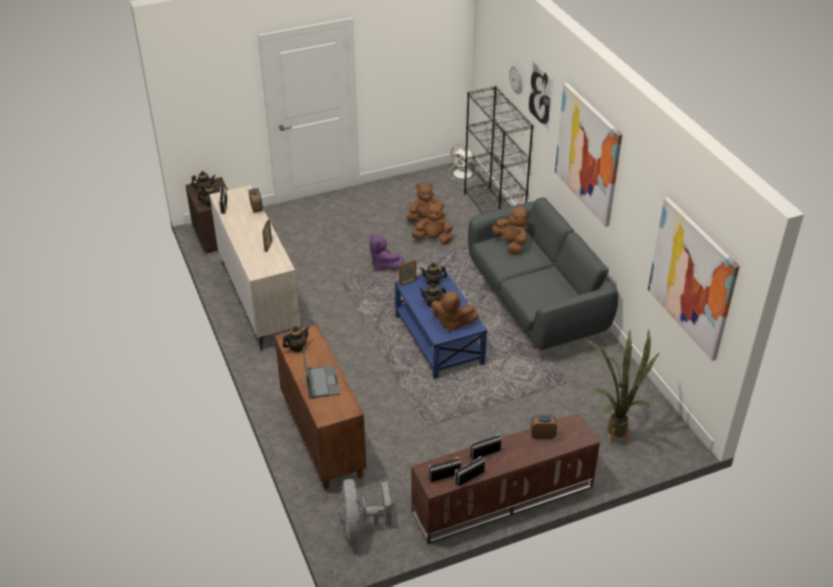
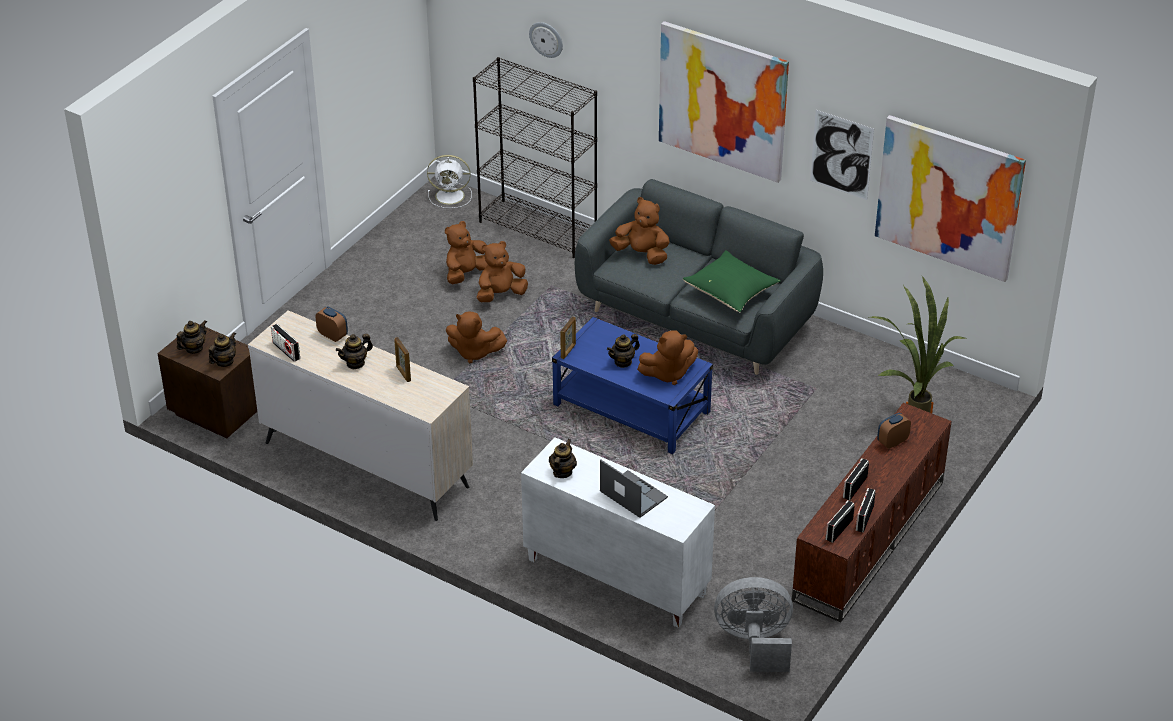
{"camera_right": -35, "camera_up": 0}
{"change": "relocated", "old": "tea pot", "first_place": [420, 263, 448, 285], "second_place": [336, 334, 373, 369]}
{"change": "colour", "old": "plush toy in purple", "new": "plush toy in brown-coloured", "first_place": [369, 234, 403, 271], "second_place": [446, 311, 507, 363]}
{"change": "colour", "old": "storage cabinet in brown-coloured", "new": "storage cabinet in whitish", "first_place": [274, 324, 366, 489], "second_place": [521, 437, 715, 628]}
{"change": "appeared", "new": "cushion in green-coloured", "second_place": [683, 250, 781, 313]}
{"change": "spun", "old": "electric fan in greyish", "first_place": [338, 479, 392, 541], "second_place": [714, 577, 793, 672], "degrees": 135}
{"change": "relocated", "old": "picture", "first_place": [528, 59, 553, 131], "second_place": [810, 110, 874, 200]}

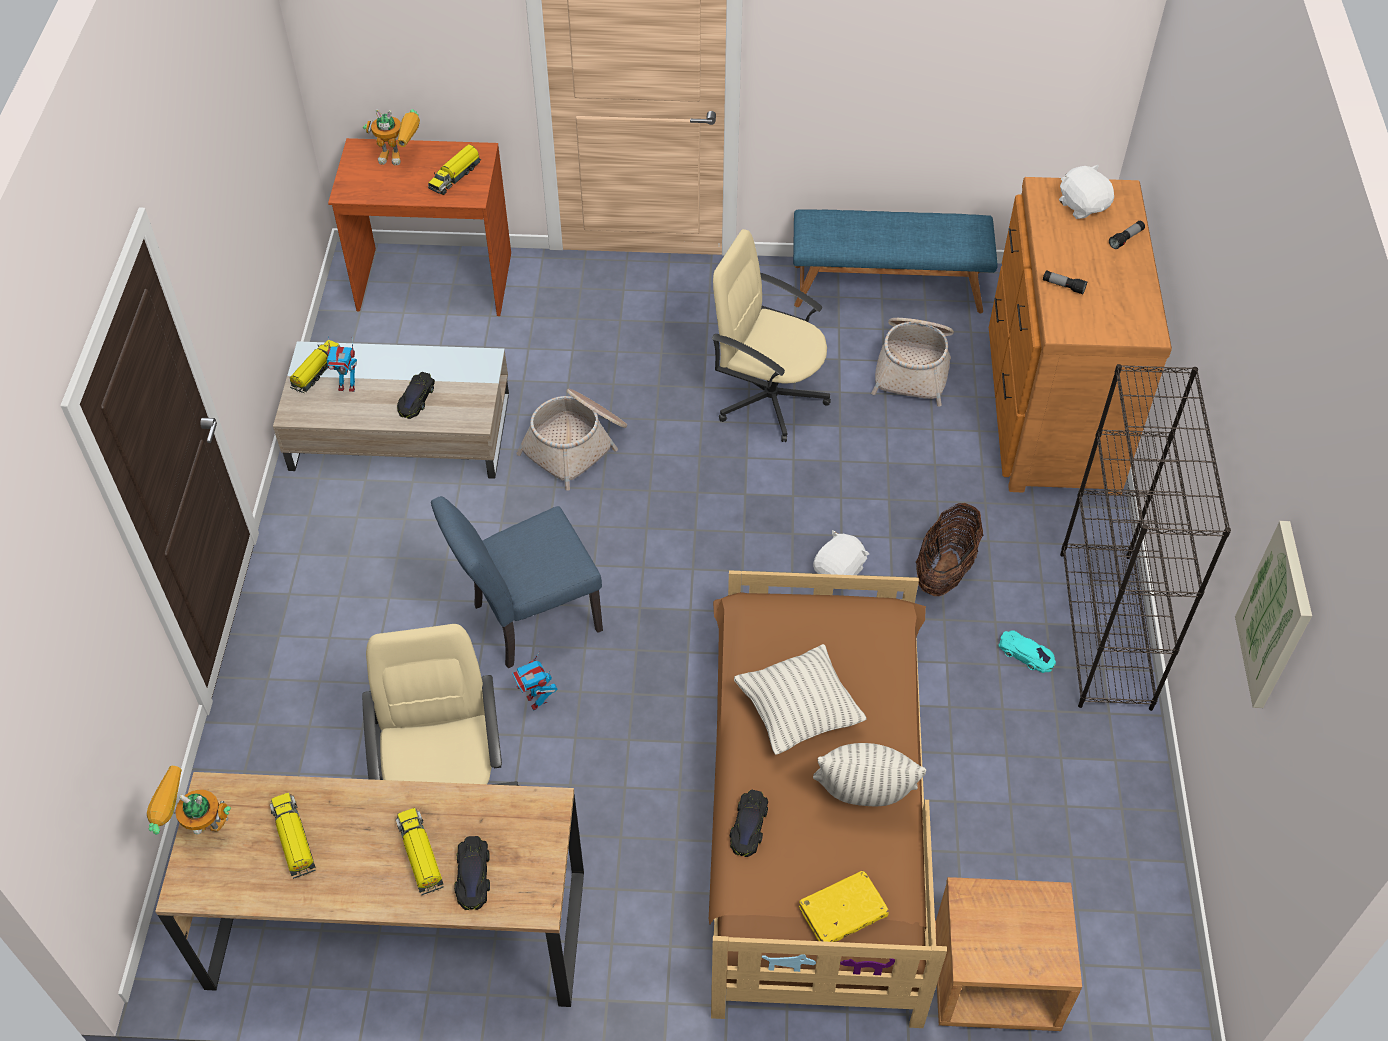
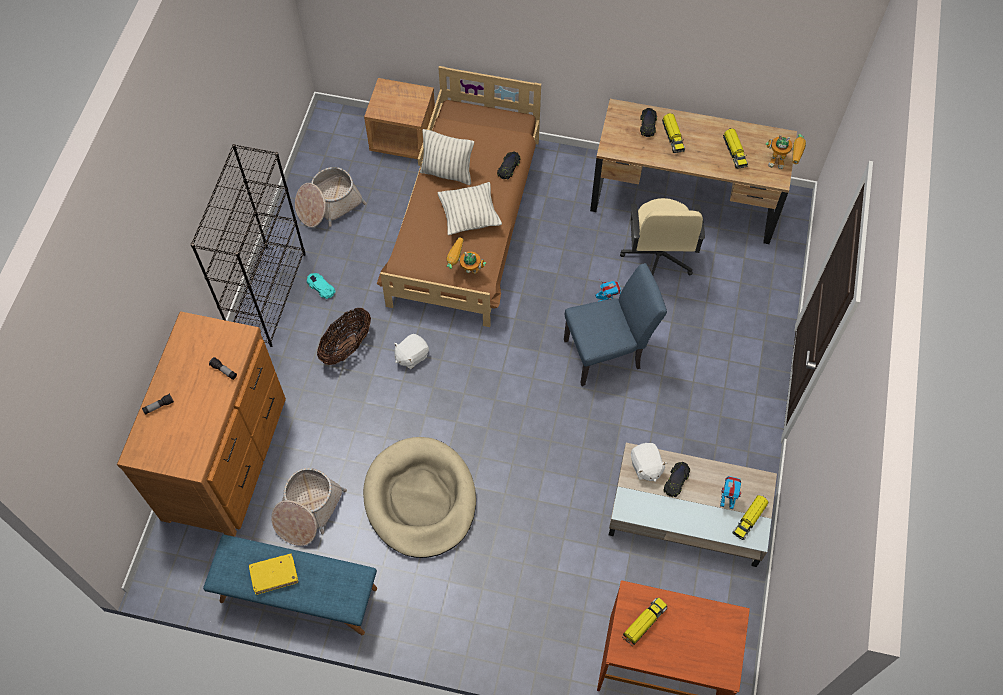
{"camera_right": -170, "camera_up": 10}
{"change": "relocated", "old": "bound book in yellow-coloured", "first_place": [799, 871, 889, 942], "second_place": [249, 553, 298, 595]}
{"change": "relocated", "old": "household basket", "first_place": [517, 389, 627, 491], "second_place": [295, 167, 367, 227]}
{"change": "exchanged", "old": "desk chair in sand-coloured", "new": "dog cushion in sand-coloured", "first_place": [712, 229, 831, 442], "second_place": [363, 437, 476, 558]}
{"change": "relocated", "old": "robot figure", "first_place": [363, 109, 420, 165], "second_place": [446, 237, 486, 274]}
{"change": "relocated", "old": "plush toy in whitish", "first_place": [1059, 165, 1114, 219], "second_place": [631, 443, 667, 482]}
{"change": "missing", "old": "picture", "first_place": [1235, 521, 1312, 708]}

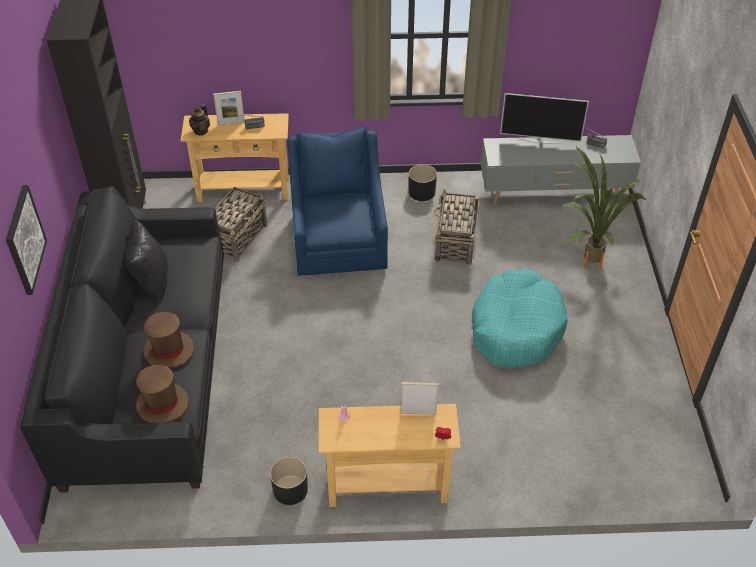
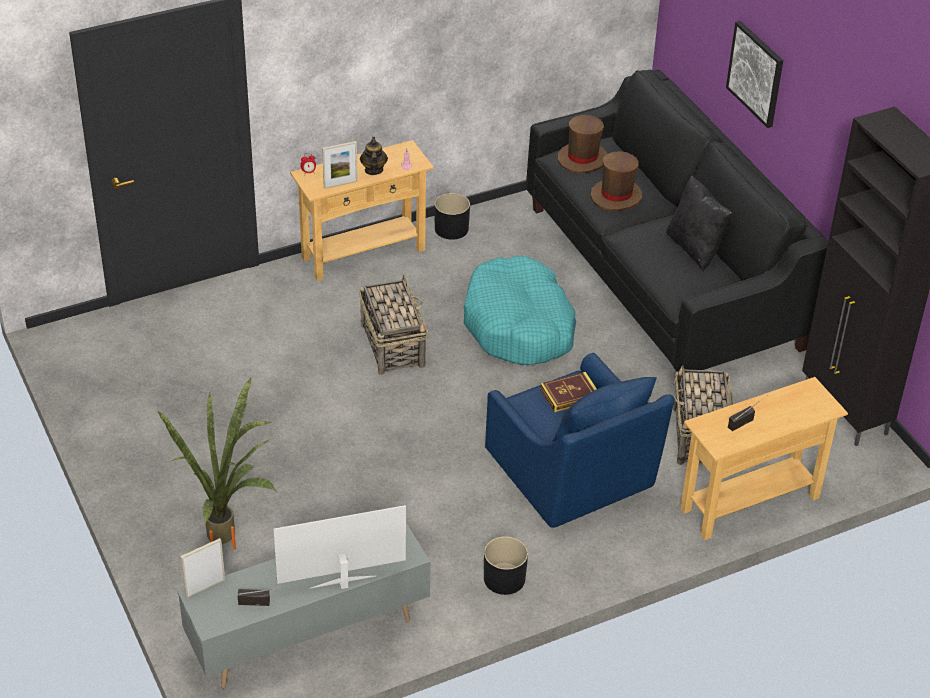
{"camera_right": 155, "camera_up": -5}
{"change": "relocated", "old": "picture frame", "first_place": [213, 91, 245, 125], "second_place": [181, 538, 225, 598]}
{"change": "relocated", "old": "household basket", "first_place": [434, 189, 479, 265], "second_place": [359, 275, 428, 375]}
{"change": "relocated", "old": "tea pot", "first_place": [189, 104, 210, 136], "second_place": [360, 137, 388, 175]}
{"change": "relocated", "old": "dog cushion in turquoise", "first_place": [472, 268, 568, 369], "second_place": [464, 256, 576, 365]}
{"change": "appeared", "new": "bound book", "second_place": [540, 372, 597, 412]}

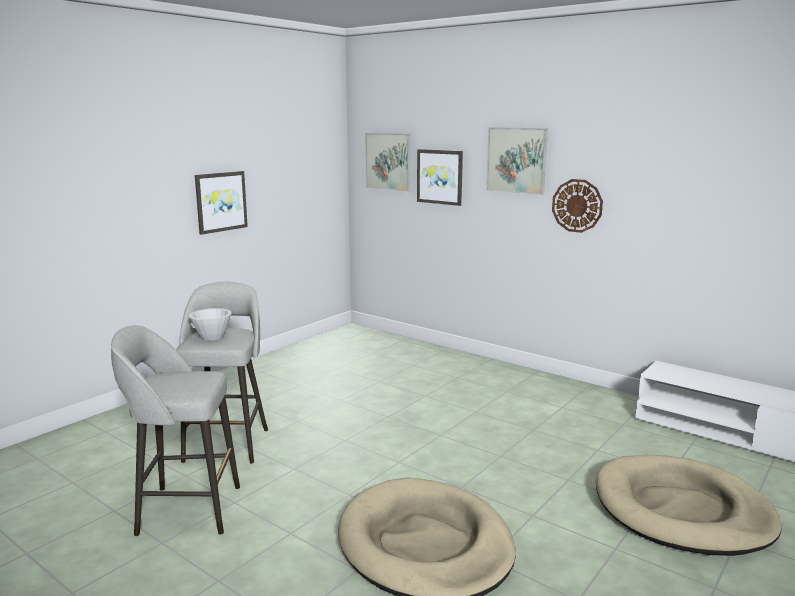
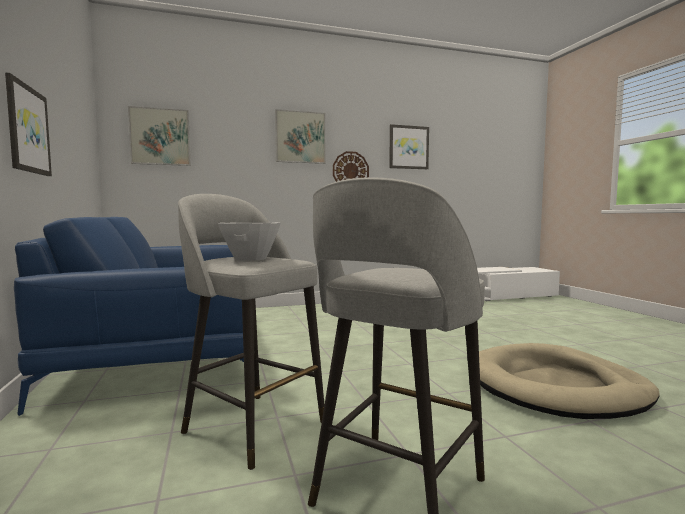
{"camera_right": -55, "camera_up": -10}
{"change": "appeared", "new": "couch in bluish", "second_place": [14, 217, 244, 416]}
{"change": "relocated", "old": "picture", "first_place": [417, 149, 463, 206], "second_place": [389, 124, 429, 169]}
{"change": "missing", "old": "dog cushion in sand-coloured", "first_place": [596, 455, 781, 556]}

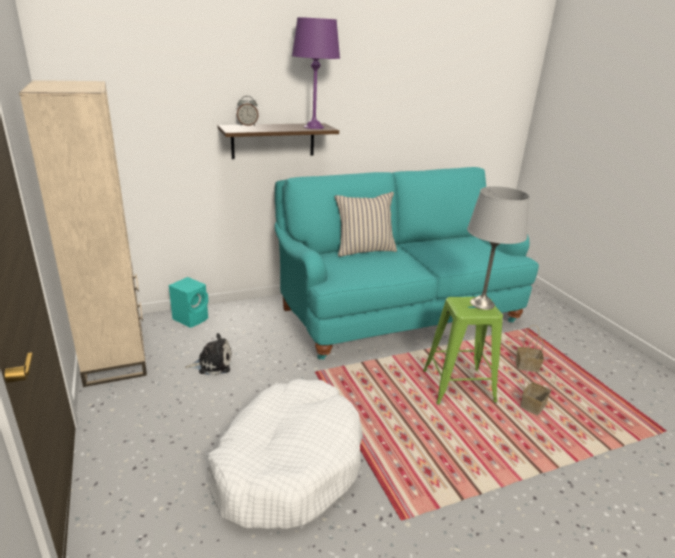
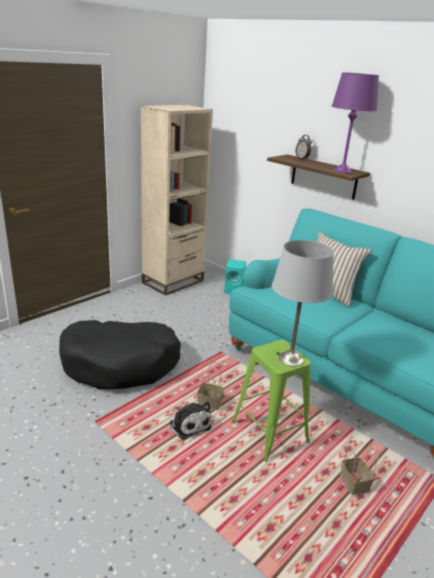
{"camera_right": 65, "camera_up": 0}
{"change": "colour", "old": "dog cushion in whitish", "new": "dog cushion in black-coloured", "first_place": [207, 379, 363, 529], "second_place": [59, 320, 181, 390]}
{"change": "relocated", "old": "plush toy", "first_place": [185, 333, 232, 375], "second_place": [169, 401, 211, 440]}
{"change": "relocated", "old": "household basket", "first_place": [520, 362, 557, 415], "second_place": [197, 362, 224, 410]}

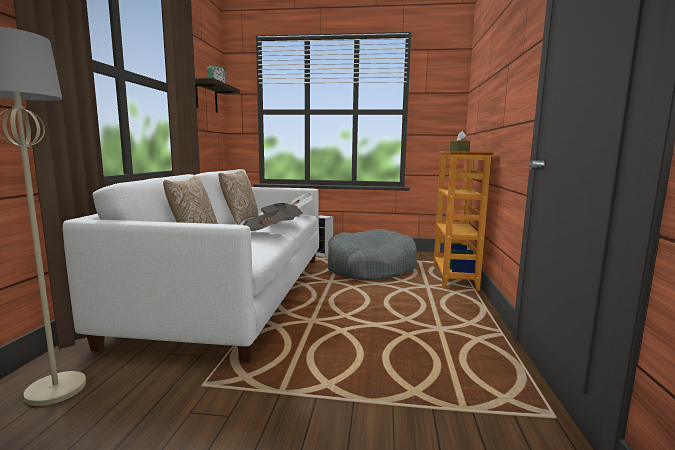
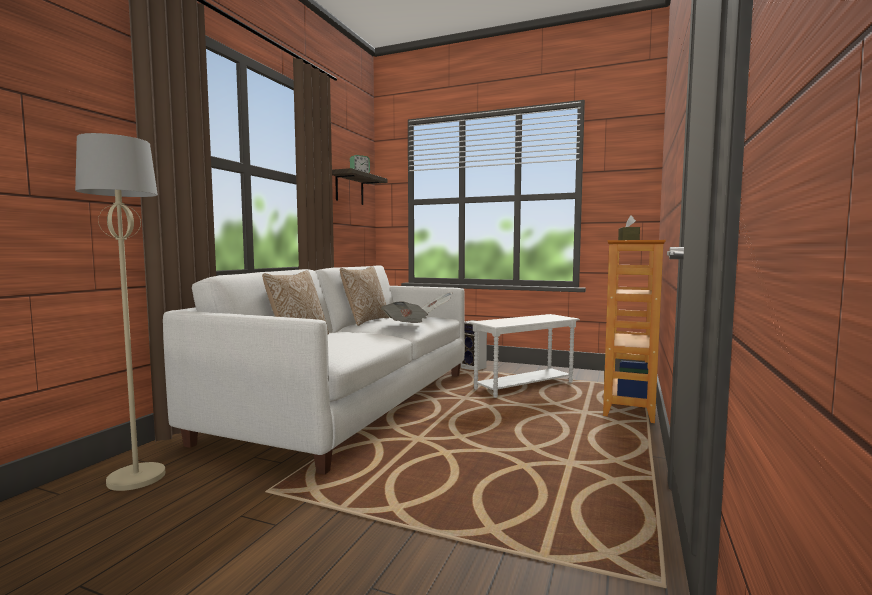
{"camera_right": 15, "camera_up": -5}
{"change": "exchanged", "old": "dog cushion in greyish", "new": "side table in whitish", "first_place": [327, 229, 417, 281], "second_place": [469, 314, 580, 398]}
{"change": "missing", "old": "daily paper", "first_place": [243, 210, 288, 231]}

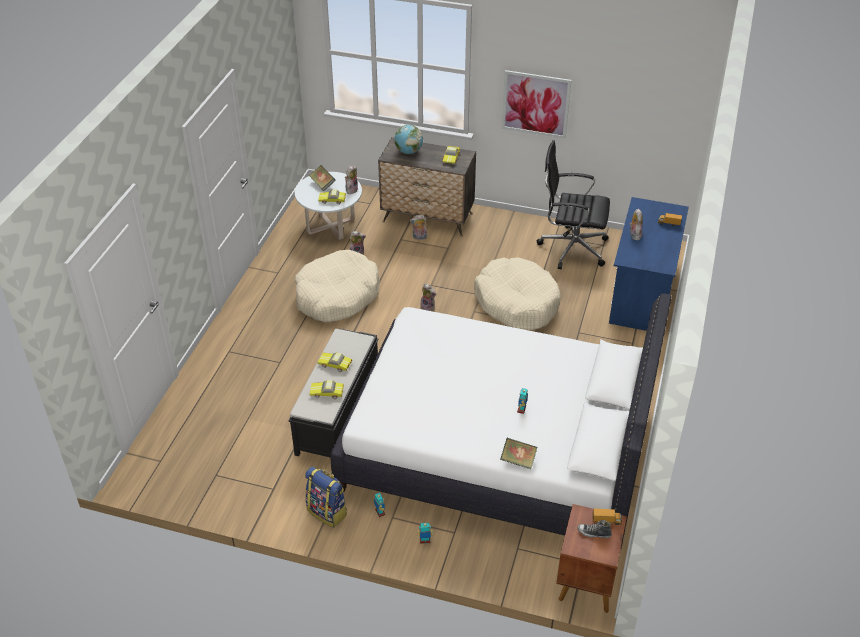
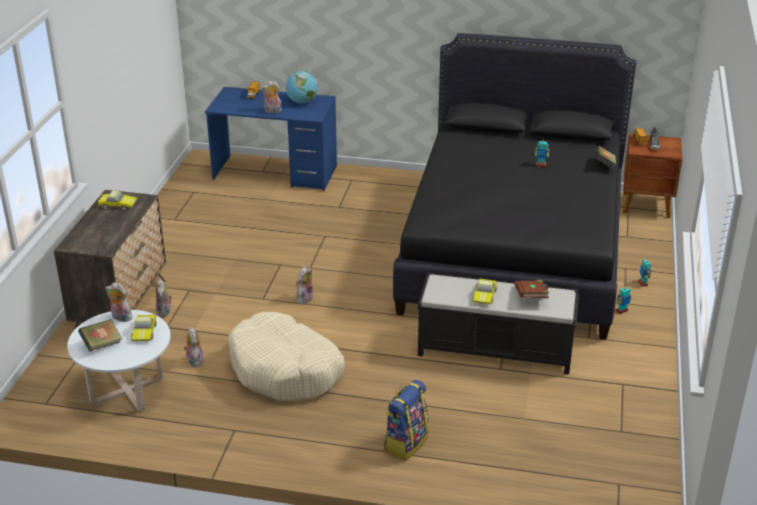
{"camera_right": -95, "camera_up": -10}
{"change": "relocated", "old": "desk globe", "first_place": [394, 125, 423, 154], "second_place": [286, 71, 318, 104]}
{"change": "relocated", "old": "knapsack", "first_place": [305, 467, 347, 528], "second_place": [384, 380, 429, 461]}
{"change": "colour", "old": "bedroom bed in whitish", "new": "bedroom bed in black-coloured", "first_place": [330, 293, 672, 548], "second_place": [393, 33, 636, 339]}
{"change": "exchanged", "old": "miniature car", "new": "bound book in brown-coloured", "first_place": [309, 380, 344, 399], "second_place": [514, 280, 549, 298]}
{"change": "missing", "old": "dog cushion in sand-coloured", "first_place": [474, 257, 561, 330]}
{"change": "missing", "old": "picture", "first_place": [502, 70, 572, 139]}
{"change": "missing", "old": "desk chair in black-coloured", "first_place": [537, 140, 610, 269]}

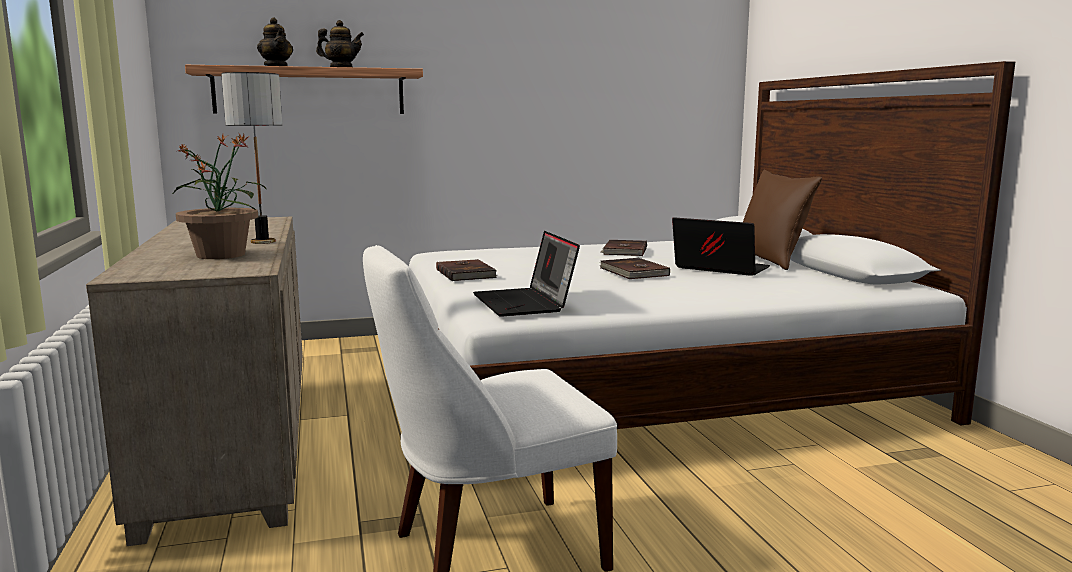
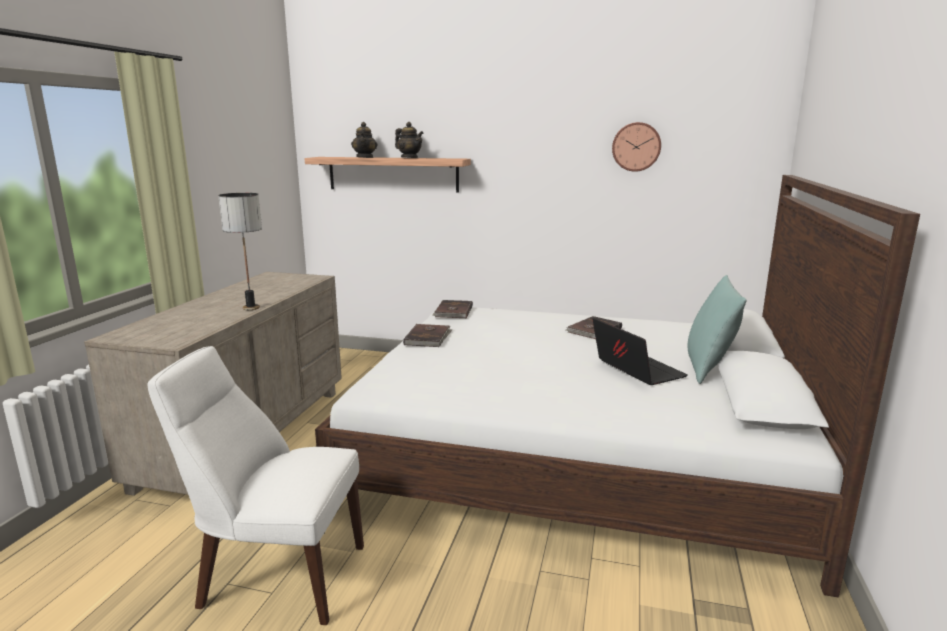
{"camera_right": 30, "camera_up": 5}
{"change": "relocated", "old": "bound book in brown-coloured", "first_place": [600, 258, 670, 279], "second_place": [432, 300, 473, 318]}
{"change": "appeared", "new": "hanging clock", "second_place": [612, 122, 661, 172]}
{"change": "colour", "old": "cushion in brown-coloured", "new": "cushion in turquoise", "first_place": [743, 170, 822, 270], "second_place": [688, 275, 746, 384]}
{"change": "missing", "old": "houseplant", "first_place": [172, 134, 266, 259]}
{"change": "missing", "old": "notebook computer", "first_place": [473, 231, 580, 316]}

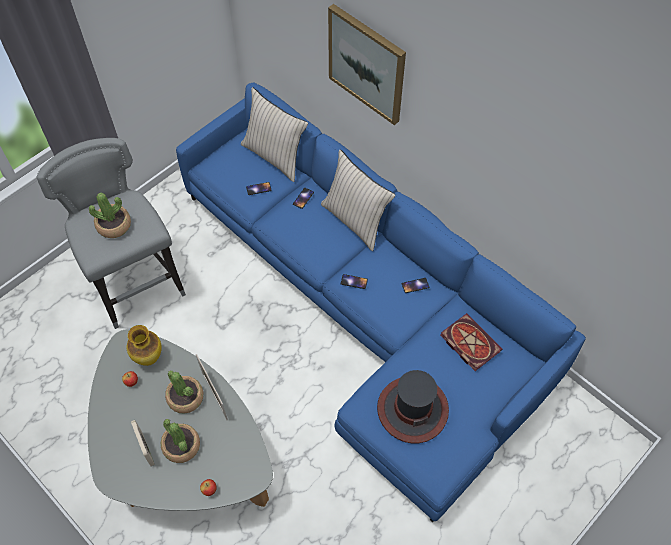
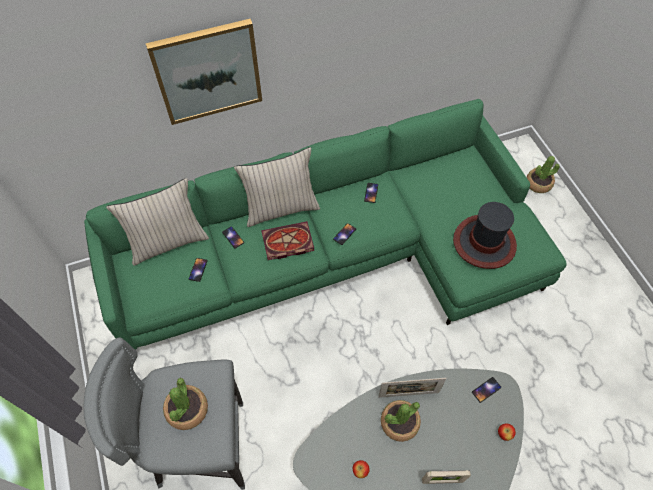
{"camera_right": -65, "camera_up": 0}
{"change": "colour", "old": "couch in bluish", "new": "couch in green-coloured", "first_place": [176, 83, 586, 522], "second_place": [84, 99, 567, 350]}
{"change": "relocated", "old": "bound book", "first_place": [440, 313, 502, 371], "second_place": [261, 221, 314, 260]}
{"change": "appeared", "new": "handset", "second_place": [472, 377, 501, 403]}
{"change": "relocated", "old": "houseplant", "first_place": [161, 419, 200, 463], "second_place": [526, 156, 560, 193]}
{"change": "missing", "old": "vase", "first_place": [127, 325, 162, 366]}

